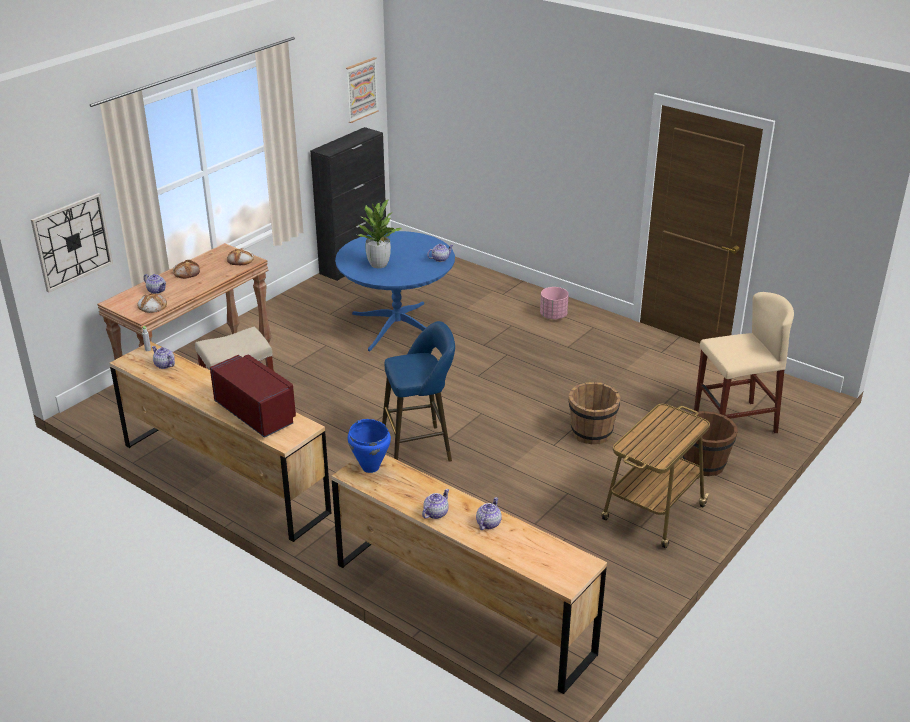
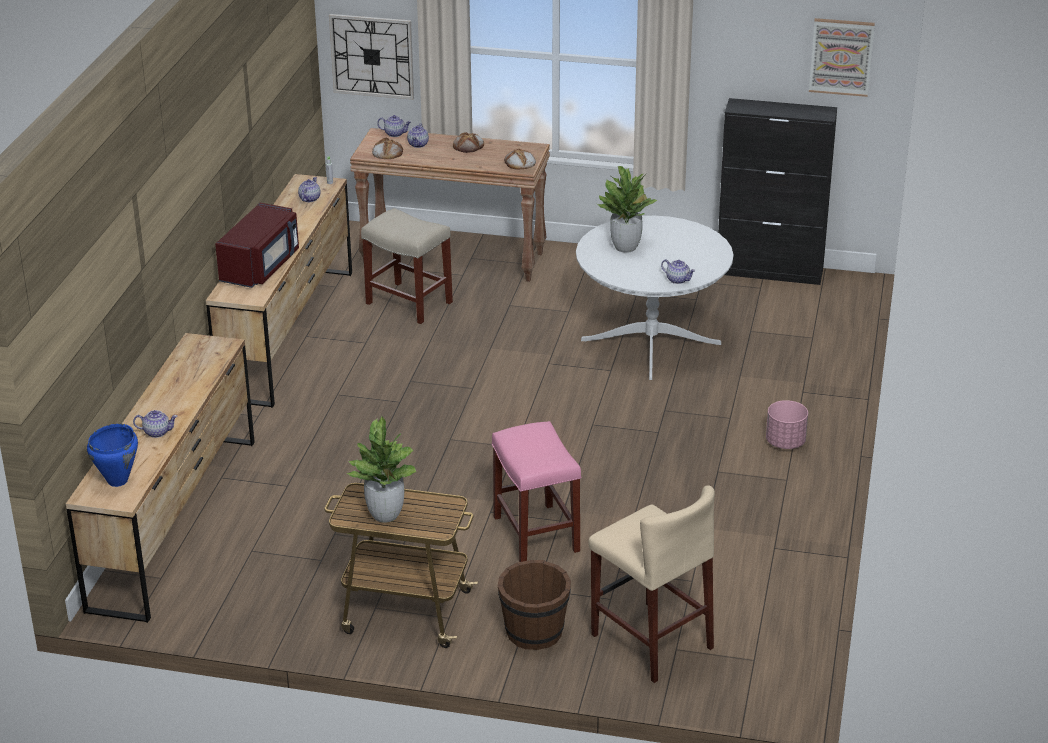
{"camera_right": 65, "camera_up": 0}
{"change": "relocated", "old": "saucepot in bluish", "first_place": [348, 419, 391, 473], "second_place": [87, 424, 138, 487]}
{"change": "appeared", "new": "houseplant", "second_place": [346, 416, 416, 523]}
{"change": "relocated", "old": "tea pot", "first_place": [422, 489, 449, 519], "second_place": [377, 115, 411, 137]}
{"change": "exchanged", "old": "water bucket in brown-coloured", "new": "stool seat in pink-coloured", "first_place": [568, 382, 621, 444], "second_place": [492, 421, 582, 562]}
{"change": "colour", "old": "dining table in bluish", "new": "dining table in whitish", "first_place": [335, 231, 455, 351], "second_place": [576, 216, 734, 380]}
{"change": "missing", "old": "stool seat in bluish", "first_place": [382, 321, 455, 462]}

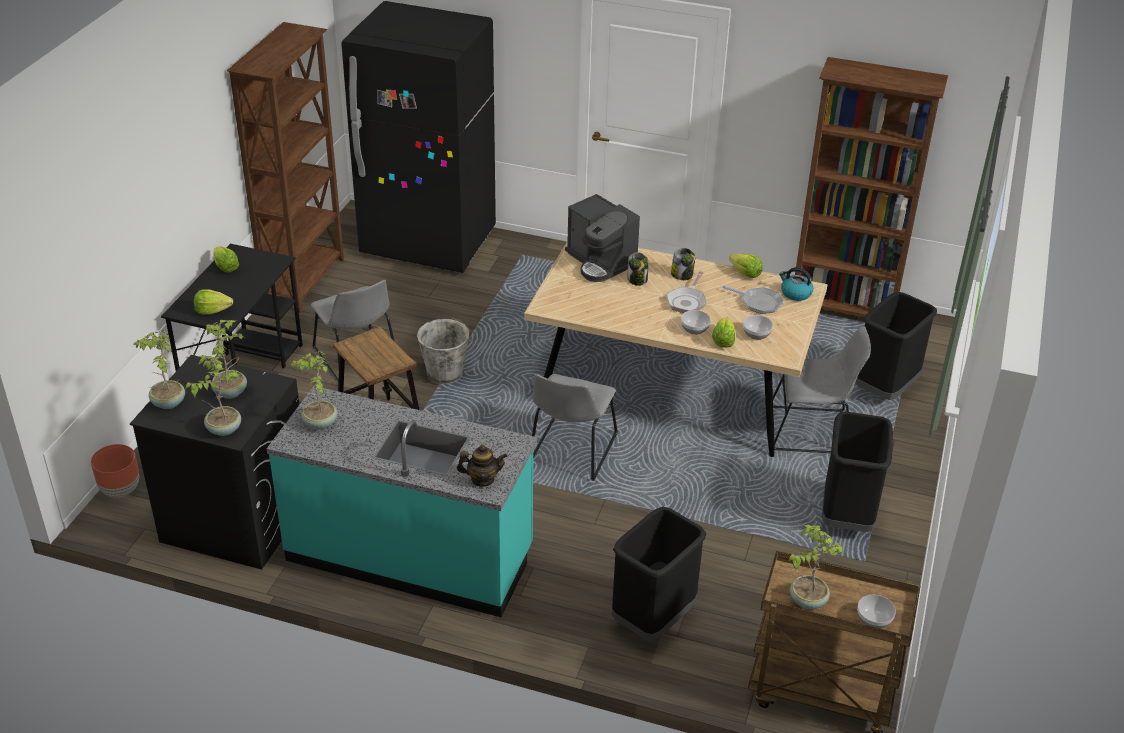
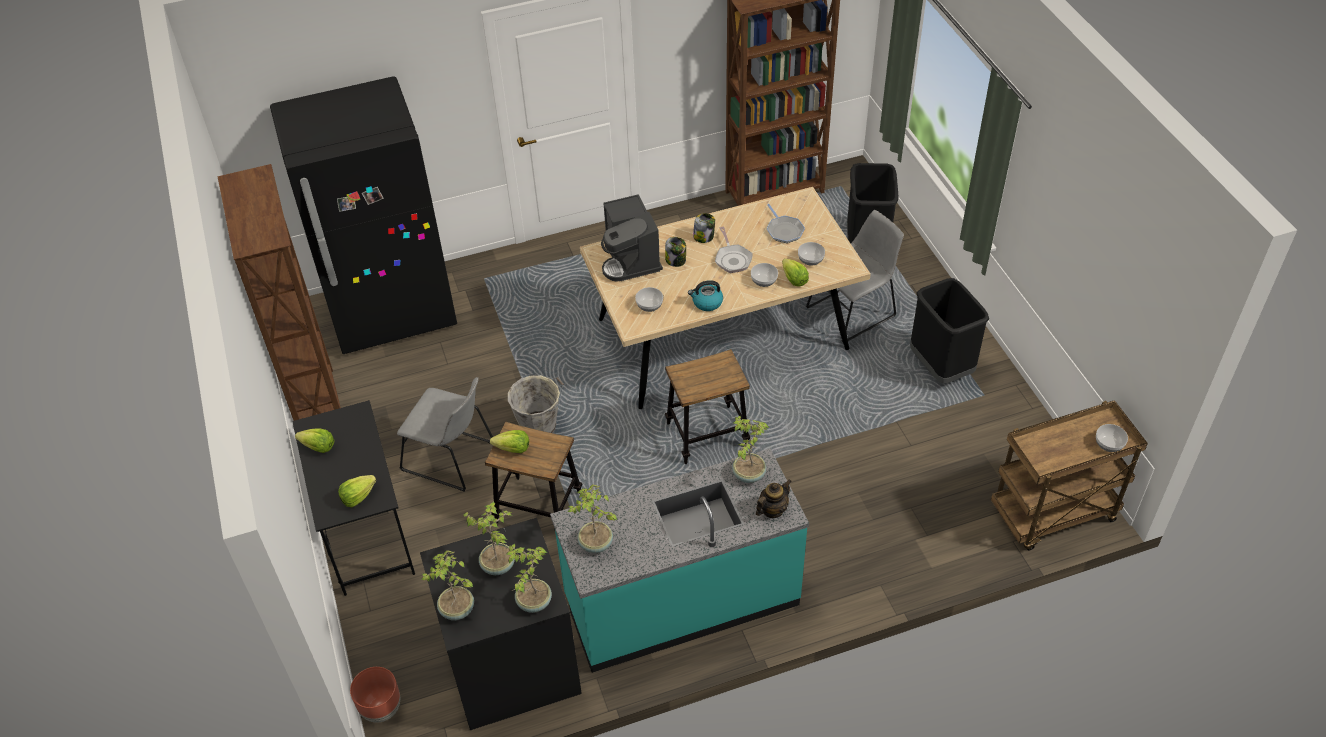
{"camera_right": -35, "camera_up": 10}
{"change": "relocated", "old": "head of lettuce", "first_place": [729, 253, 763, 278], "second_place": [490, 430, 529, 453]}
{"change": "spun", "old": "coffee machine", "first_place": [565, 194, 640, 282], "second_place": [601, 194, 663, 282], "degrees": 60}
{"change": "appeared", "new": "bowl", "second_place": [635, 287, 663, 312]}
{"change": "exchanged", "old": "chair in greyish", "new": "stool seat", "first_place": [532, 374, 618, 481], "second_place": [665, 349, 751, 464]}
{"change": "relocated", "old": "kettle", "first_place": [779, 267, 813, 301], "second_place": [688, 280, 723, 311]}
{"change": "relocated", "old": "houseplant", "first_place": [788, 524, 843, 609], "second_place": [731, 416, 769, 483]}
{"change": "spun", "old": "pan", "first_place": [722, 286, 784, 314], "second_place": [767, 204, 805, 243], "degrees": 75}
{"change": "missing", "old": "rubbish bin in black-coloured", "first_place": [612, 507, 706, 641]}

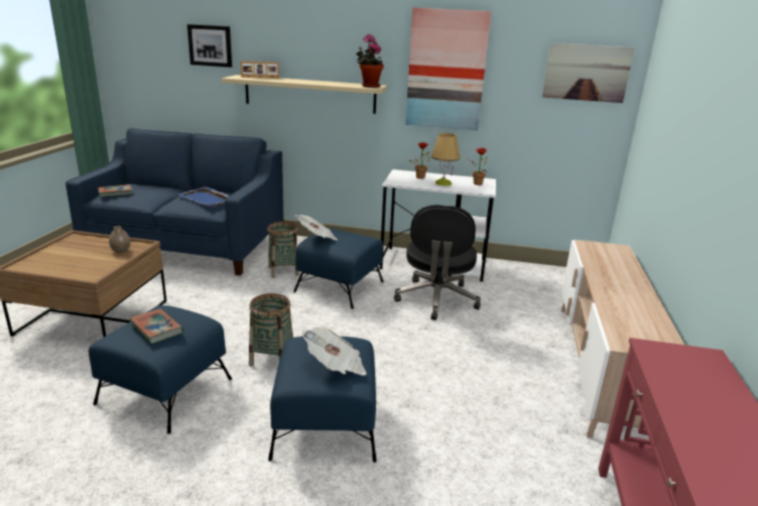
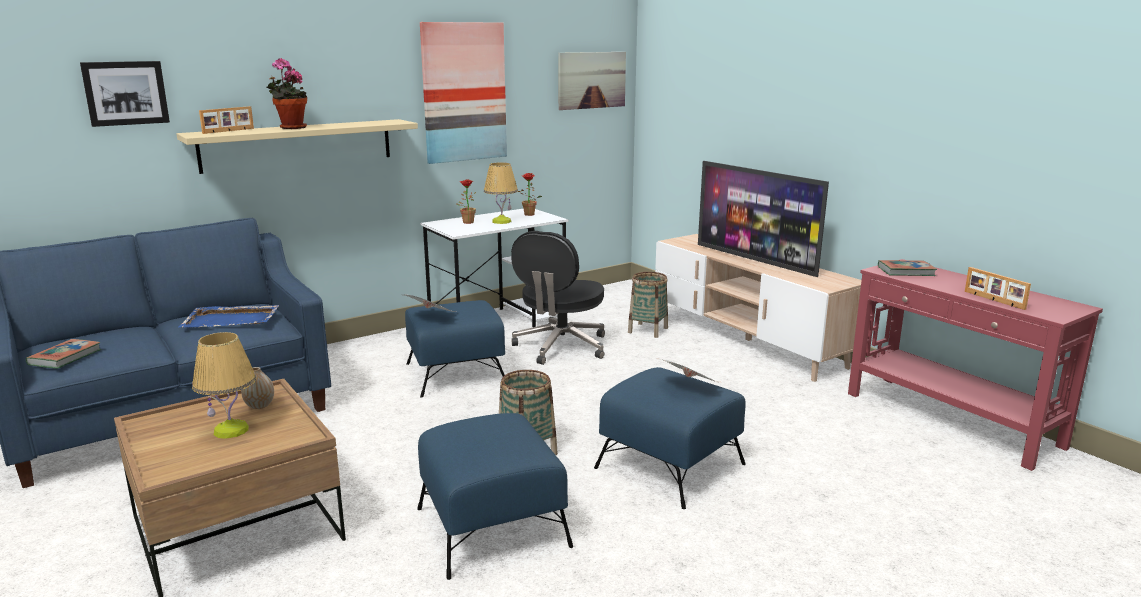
{"camera_right": -45, "camera_up": -5}
{"change": "appeared", "new": "lamp for a table", "second_place": [192, 332, 256, 439]}
{"change": "relocated", "old": "houseplant", "first_place": [356, 34, 384, 88], "second_place": [266, 58, 307, 129]}
{"change": "spun", "old": "desk chair in black-coloured", "first_place": [394, 205, 481, 320], "second_place": [511, 231, 605, 365], "degrees": 60}
{"change": "relocated", "old": "household basket", "first_place": [267, 221, 299, 278], "second_place": [628, 272, 668, 338]}
{"change": "appeared", "new": "television", "second_place": [698, 161, 829, 277]}
{"change": "relocated", "old": "bound book", "first_place": [129, 309, 184, 344], "second_place": [878, 260, 937, 276]}
{"change": "appeared", "new": "picture frame", "second_place": [965, 267, 1031, 310]}

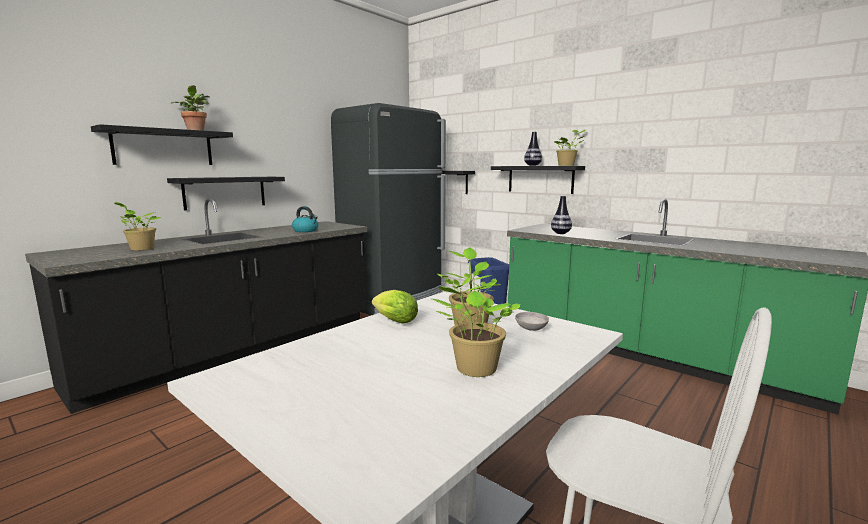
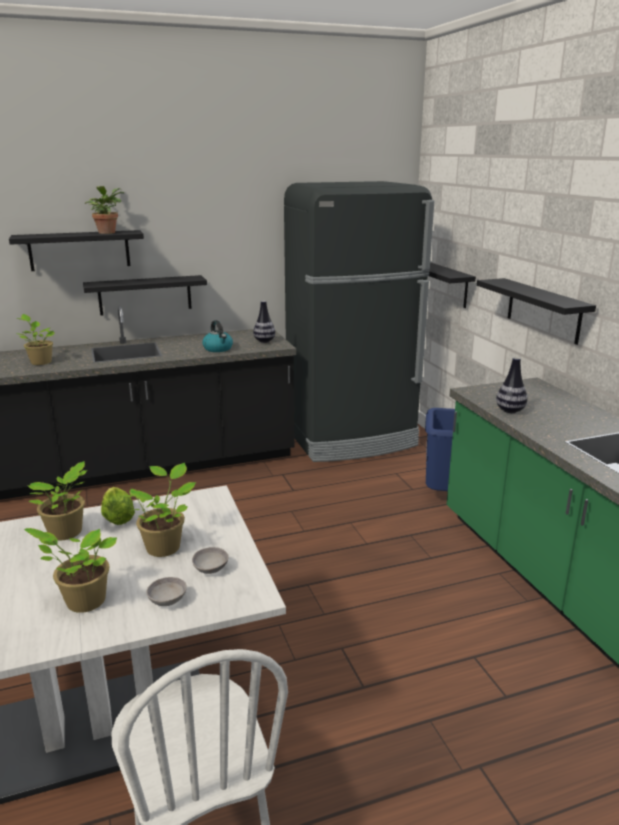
{"camera_right": 30, "camera_up": 10}
{"change": "relocated", "old": "houseplant", "first_place": [554, 129, 587, 166], "second_place": [28, 461, 87, 540]}
{"change": "appeared", "new": "bowl in greyish", "second_place": [146, 577, 187, 606]}
{"change": "relocated", "old": "vase", "first_place": [524, 132, 542, 166], "second_place": [253, 301, 275, 343]}

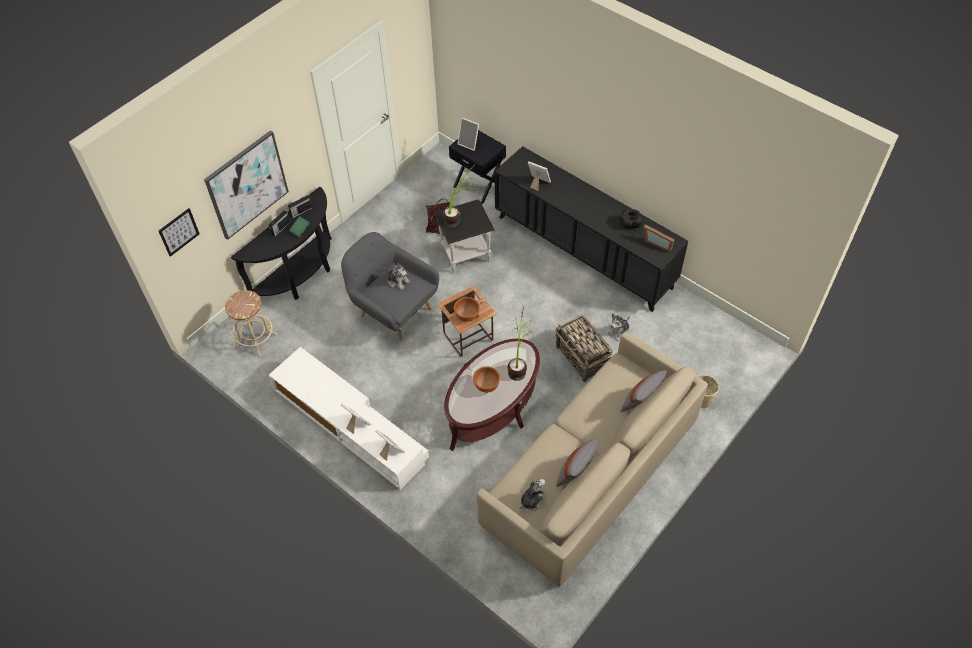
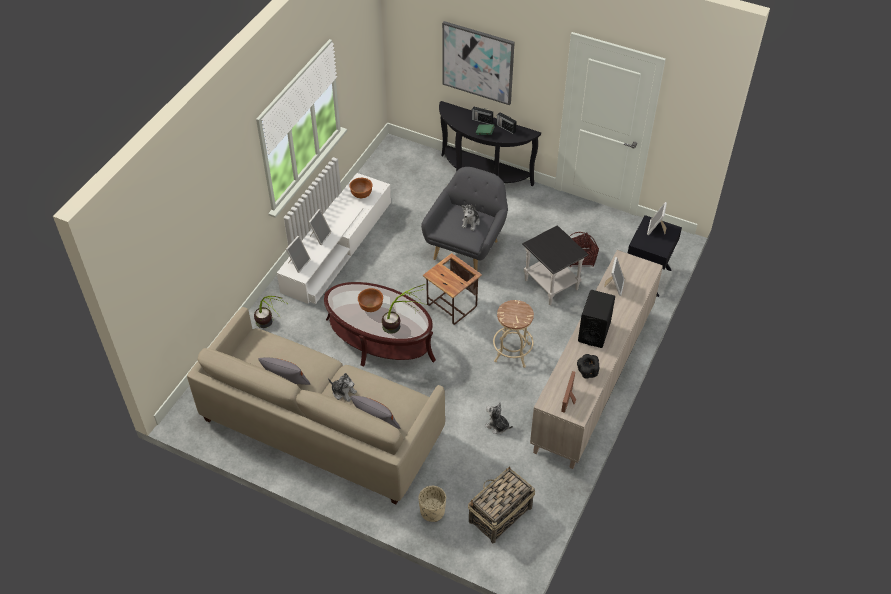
{"camera_right": 75, "camera_up": -5}
{"change": "relocated", "old": "houseplant", "first_place": [443, 164, 481, 227], "second_place": [254, 296, 286, 328]}
{"change": "relocated", "old": "plush toy", "first_place": [520, 479, 546, 511], "second_place": [328, 373, 357, 402]}
{"change": "relocated", "old": "bowl in brown-coloured", "first_place": [454, 297, 479, 322], "second_place": [349, 178, 373, 198]}
{"change": "relocated", "old": "household basket", "first_place": [555, 315, 613, 382], "second_place": [468, 466, 535, 543]}
{"change": "relocated", "old": "stool seat in sand-coloured", "first_place": [225, 290, 277, 357], "second_place": [493, 300, 534, 368]}
{"change": "colour", "old": "storage cabinet in black-coloured", "new": "storage cabinet in sand-coloured", "first_place": [495, 146, 688, 312], "second_place": [530, 250, 663, 469]}
{"change": "appeared", "new": "speaker in black-coloured", "second_place": [578, 290, 615, 348]}
{"change": "missing", "old": "picture", "first_place": [159, 208, 199, 257]}

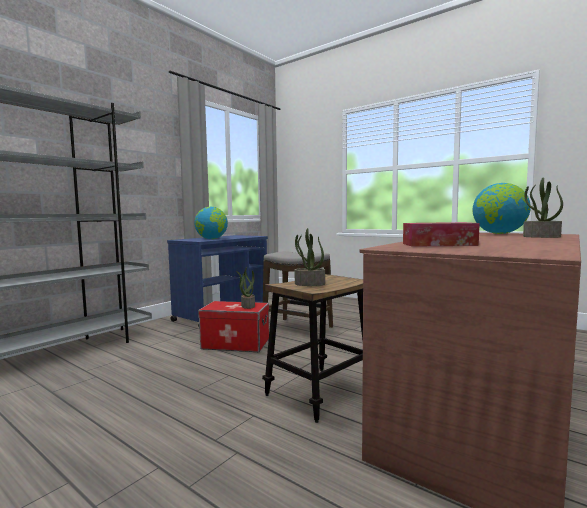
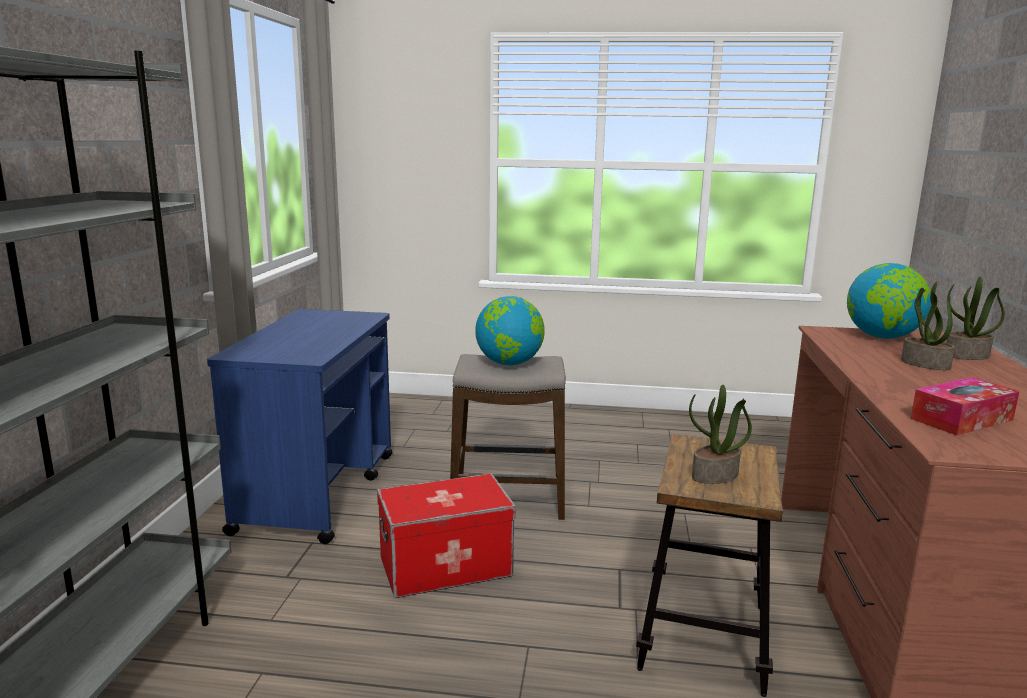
{"camera_right": -30, "camera_up": 10}
{"change": "relocated", "old": "desk globe", "first_place": [194, 207, 228, 239], "second_place": [475, 296, 545, 365]}
{"change": "relocated", "old": "houseplant", "first_place": [236, 267, 255, 309], "second_place": [901, 281, 955, 370]}

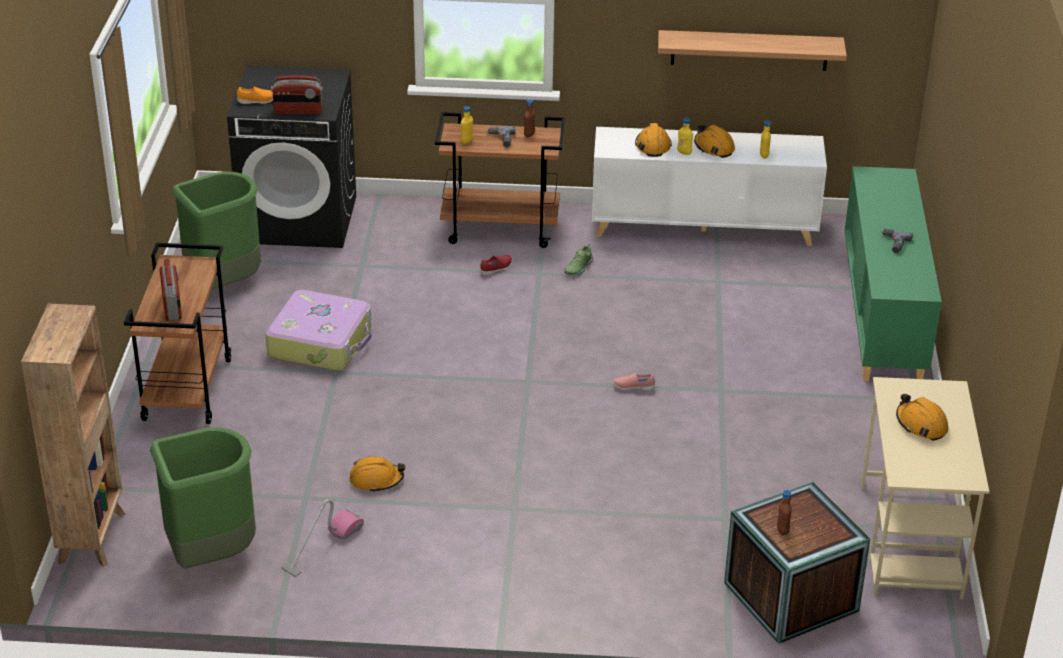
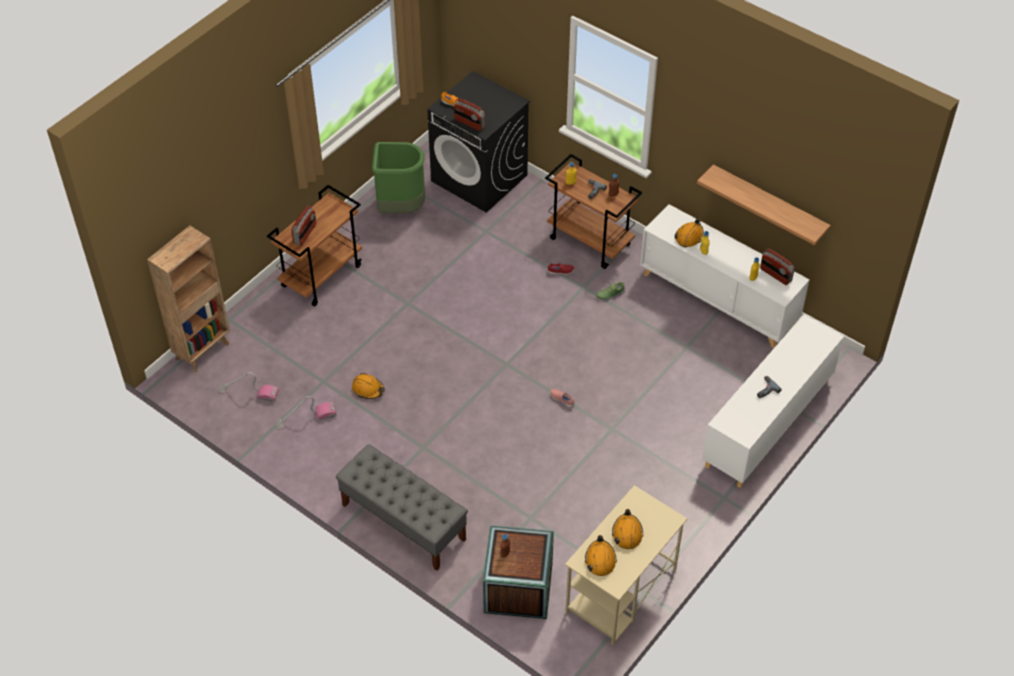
{"camera_right": 35, "camera_up": 15}
{"change": "exchanged", "old": "rubbish bin in green-coloured", "new": "vacuum cleaner", "first_place": [150, 427, 256, 569], "second_place": [219, 372, 279, 402]}
{"change": "appeared", "new": "long seat in greyish", "second_place": [336, 444, 468, 571]}
{"change": "relocated", "old": "work helmet in orange-coloured", "first_place": [694, 124, 735, 158], "second_place": [585, 535, 617, 576]}
{"change": "colour", "old": "storage cabinet in green-coloured", "new": "storage cabinet in whitish", "first_place": [844, 166, 942, 381], "second_place": [702, 314, 844, 488]}
{"change": "appeared", "new": "radio", "second_place": [760, 249, 795, 285]}
{"change": "missing", "old": "travel case", "first_place": [265, 290, 372, 371]}

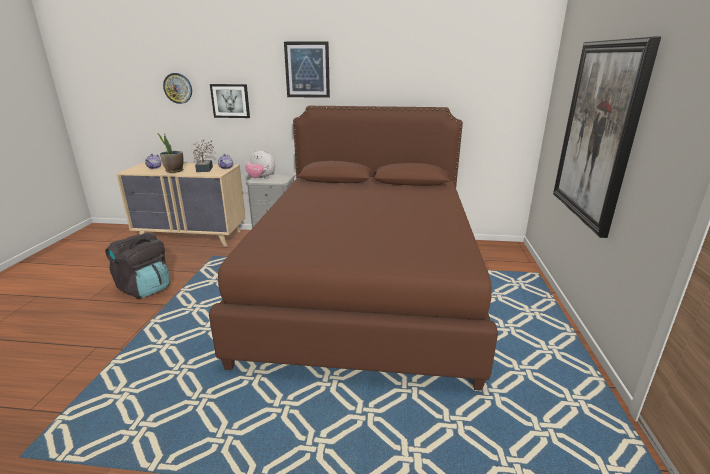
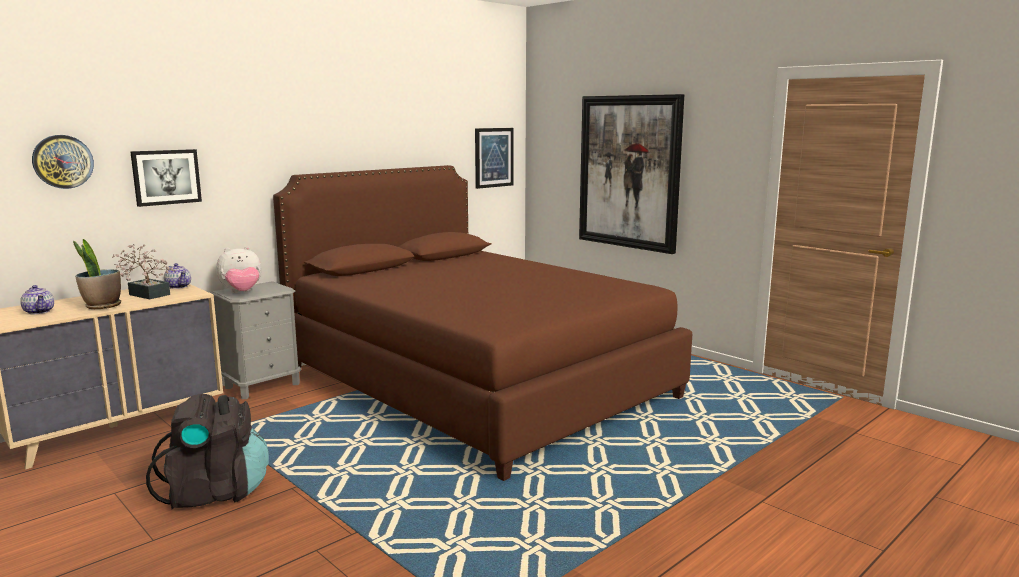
{"camera_right": -50, "camera_up": -10}
{"change": "relocated", "old": "picture", "first_place": [284, 41, 330, 98], "second_place": [475, 128, 514, 189]}

